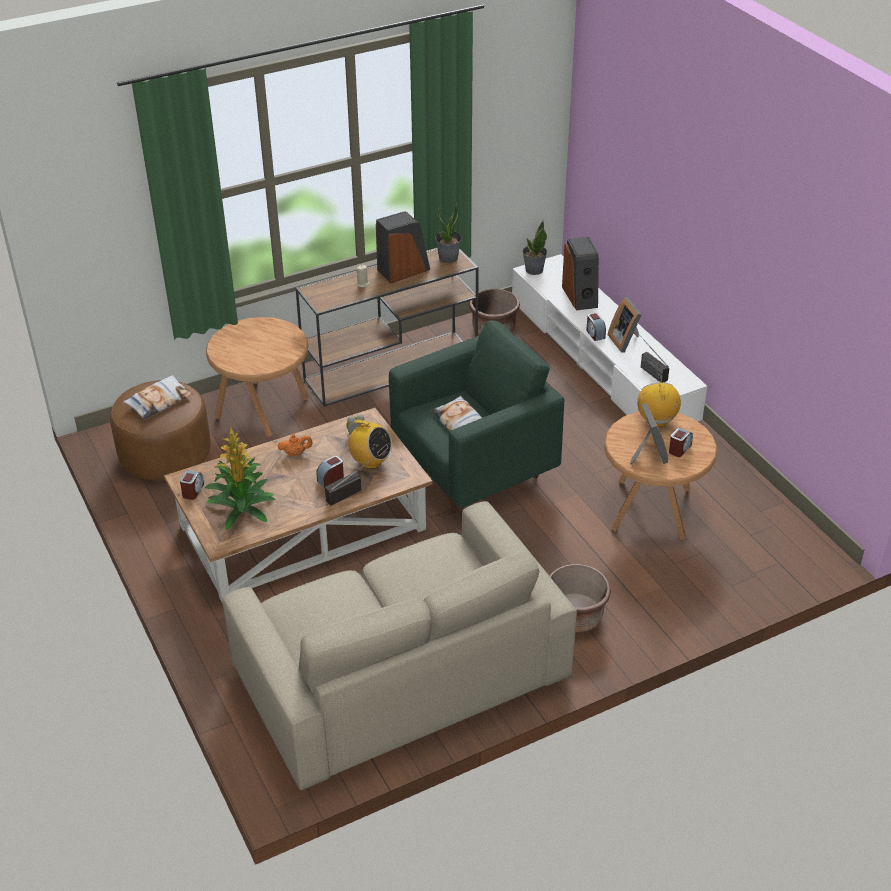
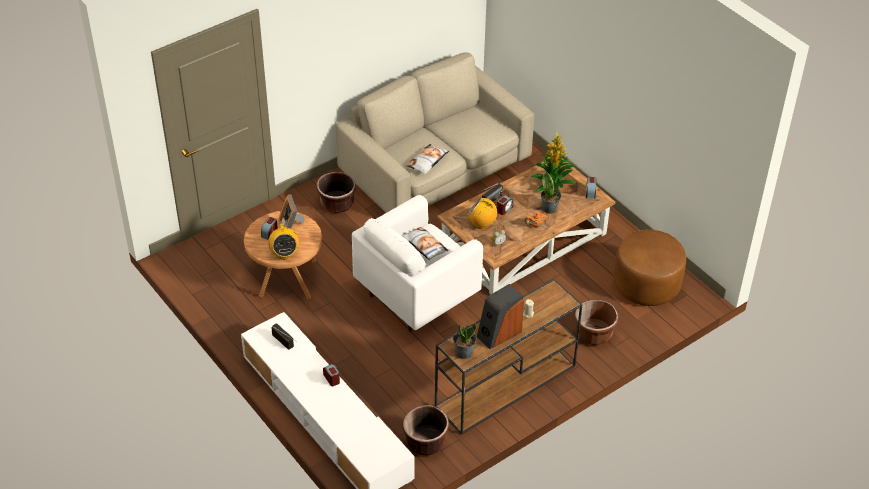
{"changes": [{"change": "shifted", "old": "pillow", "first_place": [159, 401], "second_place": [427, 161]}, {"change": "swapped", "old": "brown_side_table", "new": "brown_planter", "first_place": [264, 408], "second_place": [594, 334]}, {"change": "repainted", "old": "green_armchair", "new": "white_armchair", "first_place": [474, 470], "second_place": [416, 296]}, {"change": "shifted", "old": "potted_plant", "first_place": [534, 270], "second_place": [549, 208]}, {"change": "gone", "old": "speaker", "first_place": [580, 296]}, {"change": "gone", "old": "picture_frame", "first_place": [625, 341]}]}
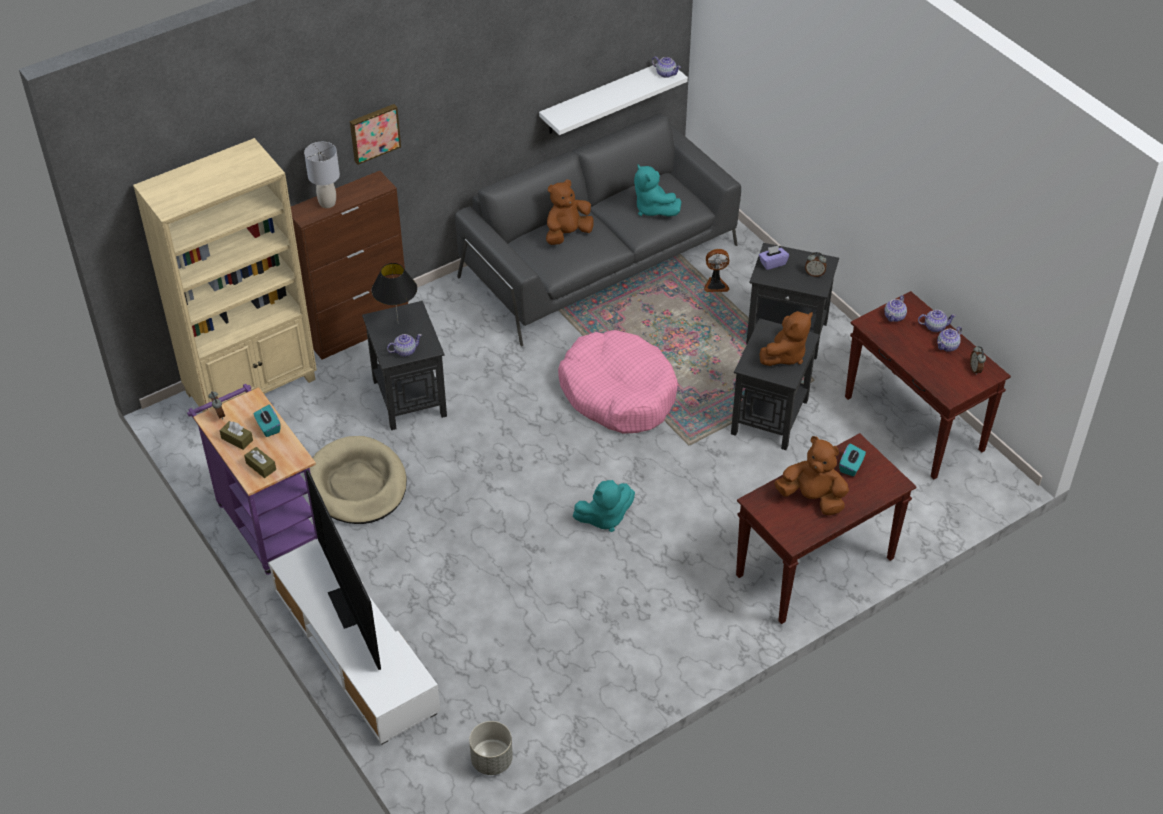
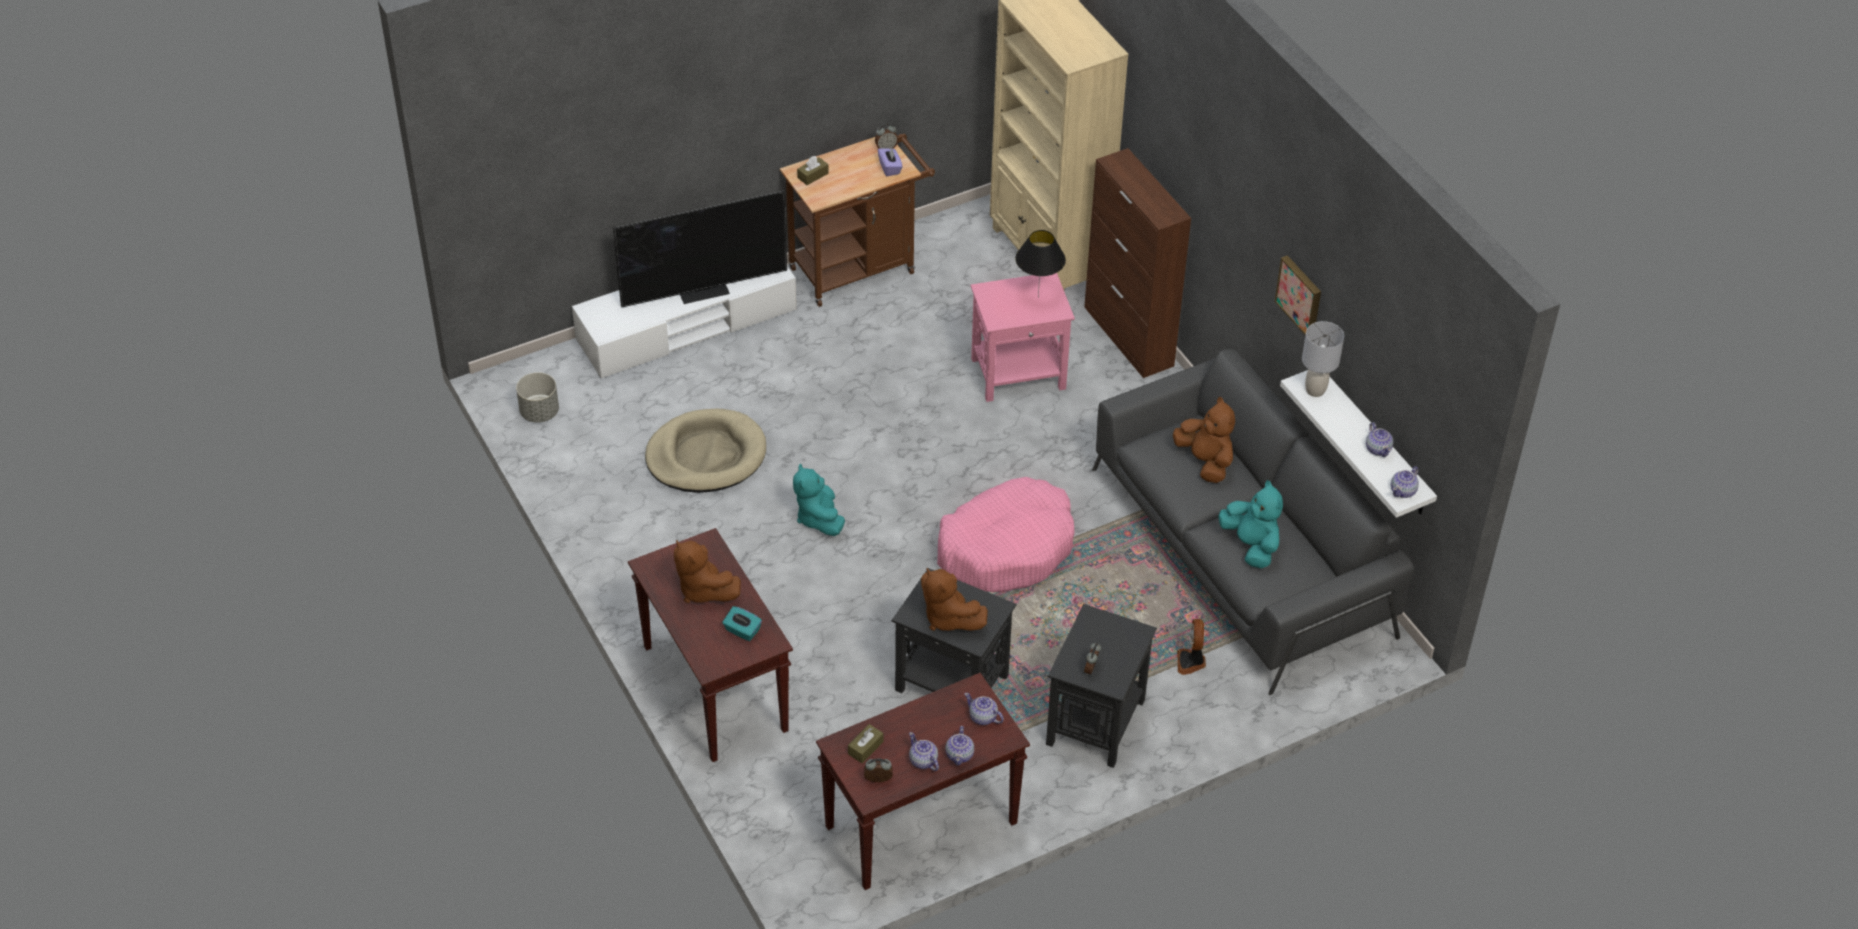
{"changes": [{"change": "repainted", "old": "purple_cart", "new": "brown_cart", "first_place": [266, 521], "second_place": [859, 267]}, {"change": "shifted", "old": "brown_tissue_box", "first_place": [237, 439], "second_place": [865, 748]}, {"change": "gone", "old": "turquoise_tissue_box", "first_place": [268, 427]}, {"change": "shifted", "old": "grey_table_lamp", "first_place": [328, 203], "second_place": [1315, 390]}, {"change": "shifted", "old": "beige_dog_bed", "first_place": [357, 484], "second_place": [706, 455]}, {"change": "shifted", "old": "picture", "first_place": [374, 132], "second_place": [1300, 295]}, {"change": "repainted", "old": "black_side_table", "new": "pink_side_table", "first_place": [409, 397], "second_place": [1019, 373]}, {"change": "shifted", "old": "teapot", "first_place": [405, 351], "second_place": [1378, 449]}, {"change": "rotated", "old": "turquoise_plush_toy", "first_place": [652, 209], "second_place": [1251, 545], "degrees": 90}, {"change": "shifted", "old": "purple_tissue_box", "first_place": [772, 263], "second_place": [890, 168]}, {"change": "rotated", "old": "brown_plush_toy", "first_place": [812, 498], "second_place": [703, 590], "degrees": 105}]}
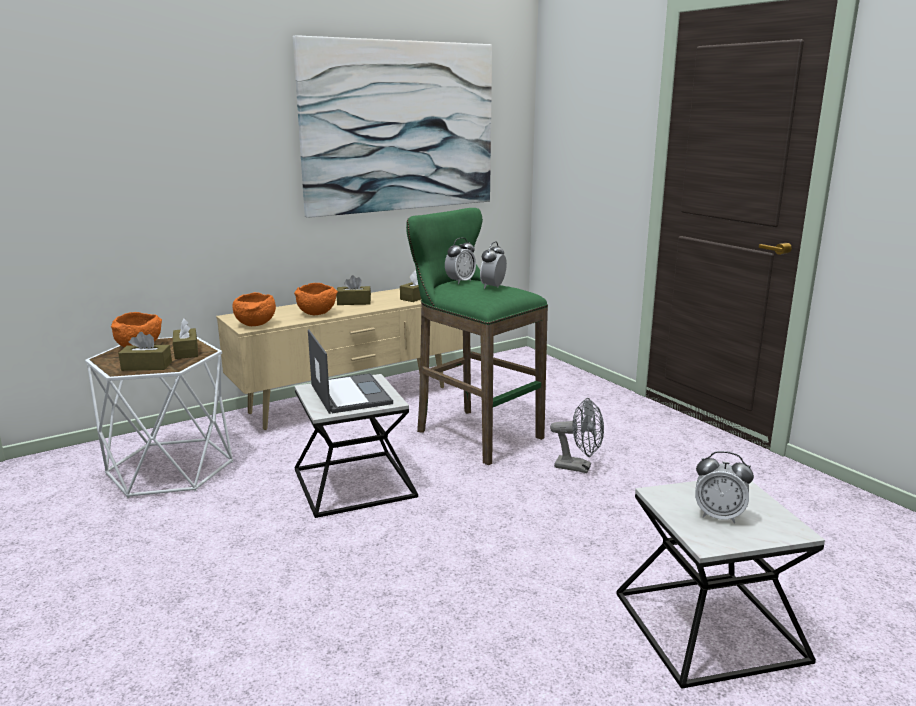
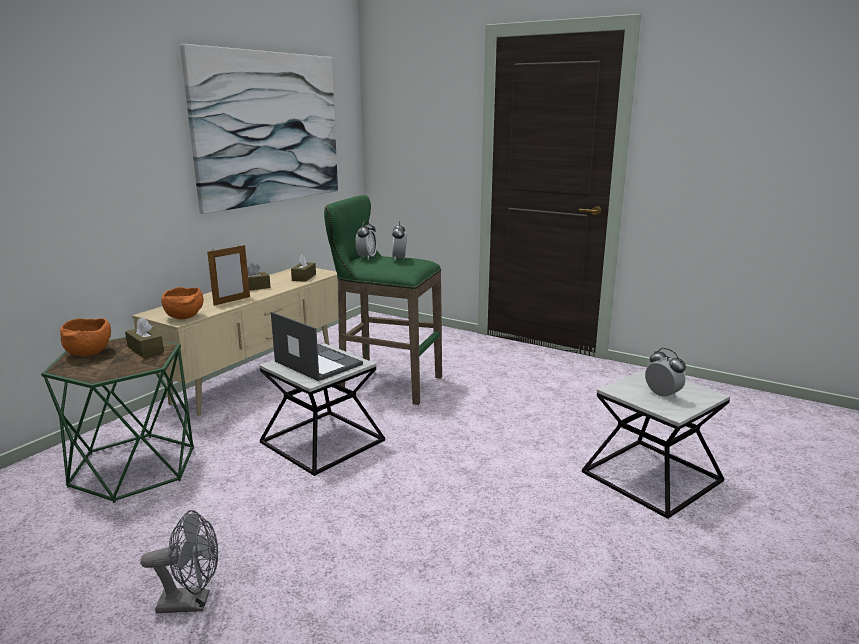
{"changes": [{"change": "repainted", "old": "white_side_table", "new": "green_side_table", "first_place": [171, 467], "second_place": [134, 466]}, {"change": "gone", "old": "brown_tissue_box", "first_place": [147, 366]}, {"change": "swapped", "old": "orange_bowl", "new": "picture_frame", "first_place": [317, 313], "second_place": [232, 301]}, {"change": "shifted", "old": "grey_fan", "first_place": [579, 467], "second_place": [192, 602]}, {"change": "rotated", "old": "alarm_clock", "first_place": [718, 516], "second_place": [662, 395], "degrees": -120}]}
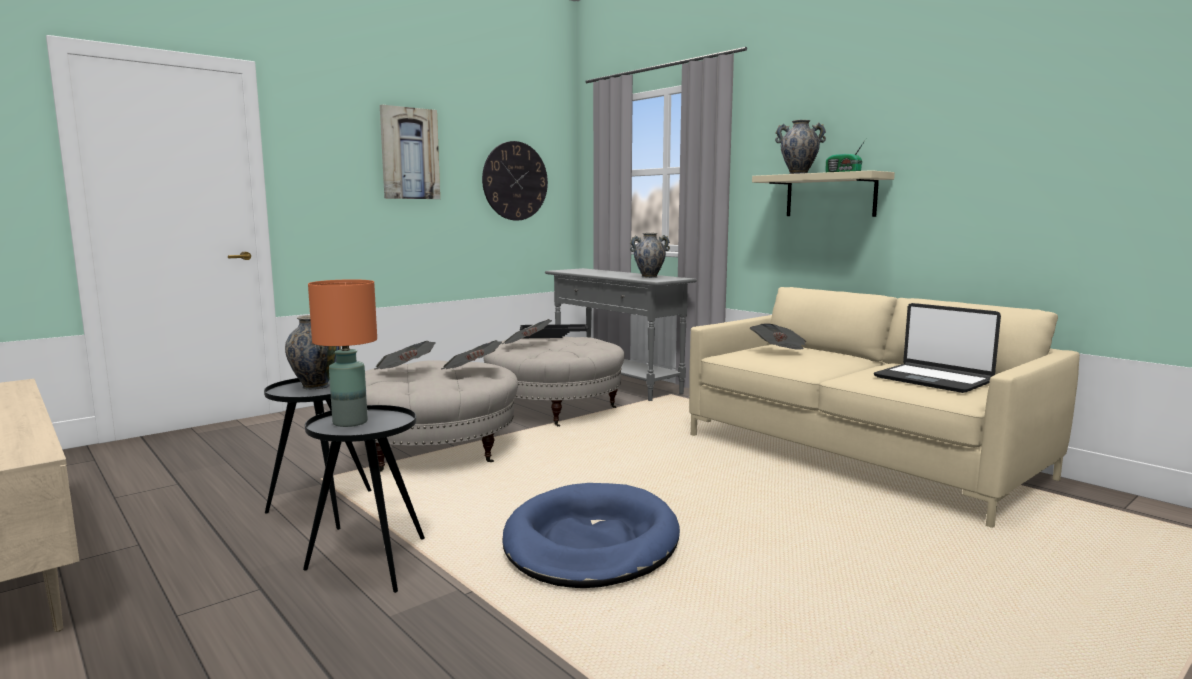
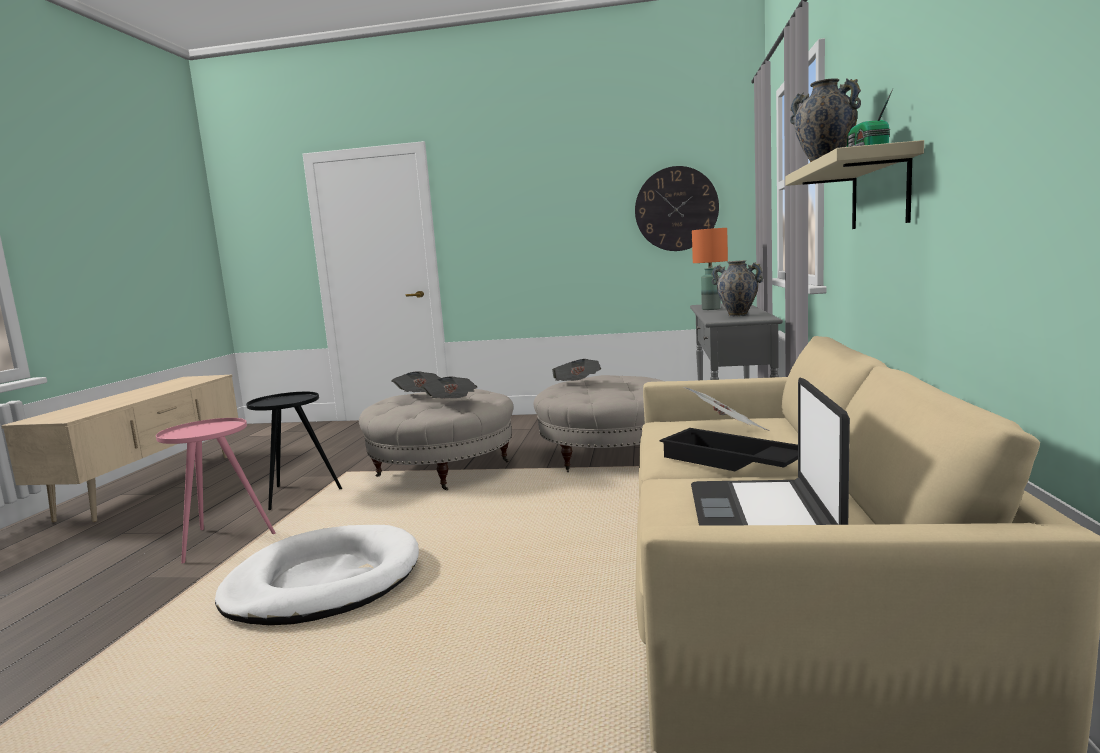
{"changes": [{"change": "gone", "old": "vase", "first_place": [315, 386]}, {"change": "repainted", "old": "black_side_table", "new": "pink_side_table", "first_place": [370, 565], "second_place": [221, 540]}, {"change": "shifted", "old": "orange_table_lamp", "first_place": [351, 422], "second_place": [711, 309]}, {"change": "gone", "old": "picture", "first_place": [409, 153]}, {"change": "repainted", "old": "blue_dog_bed", "new": "white_dog_bed", "first_place": [591, 542], "second_place": [323, 582]}, {"change": "shifted", "old": "black_tray", "first_place": [553, 336], "second_place": [730, 461]}]}
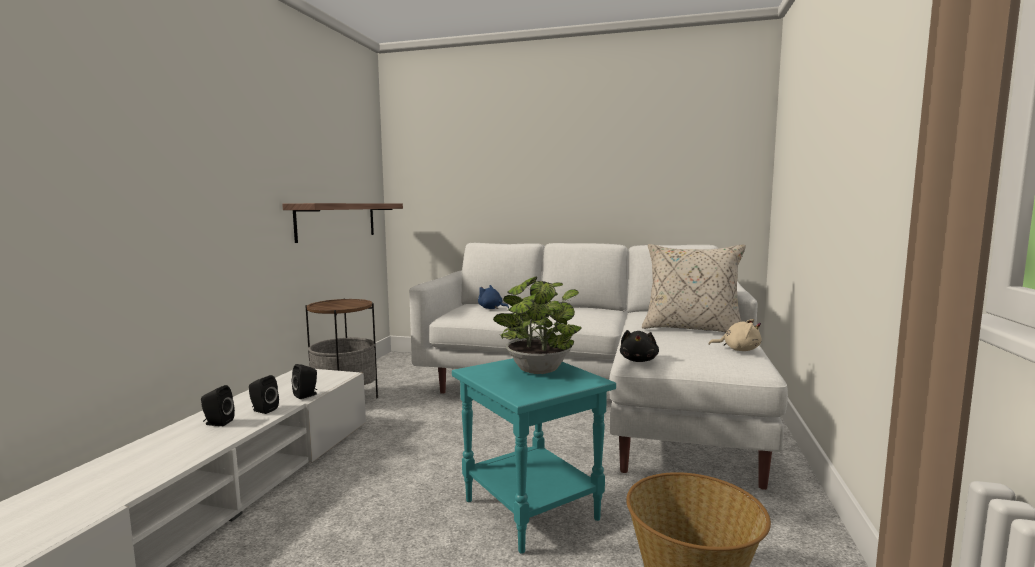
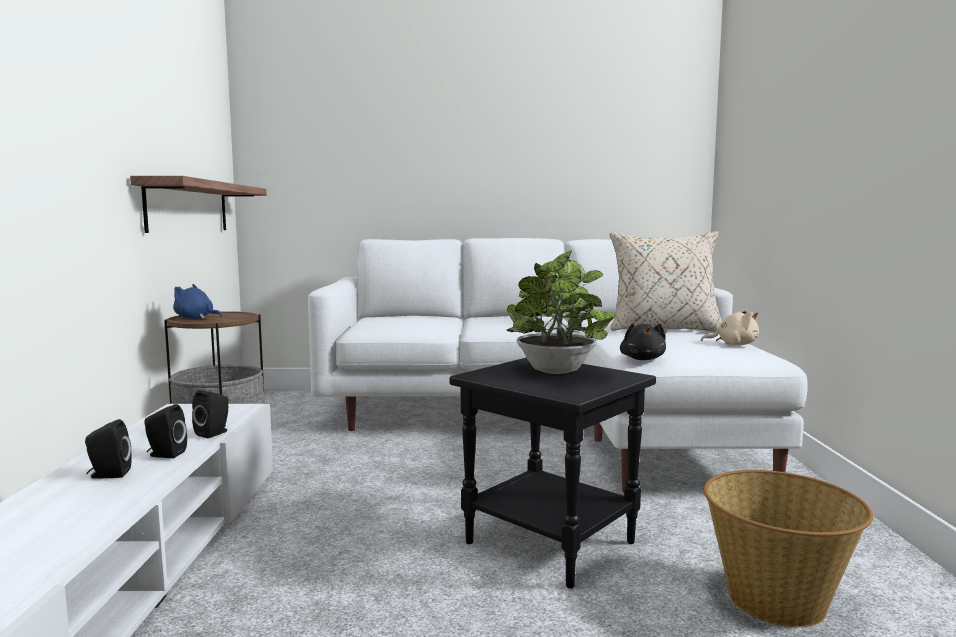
{"changes": [{"change": "repainted", "old": "turquoise_side_table", "new": "black_side_table", "first_place": [533, 510], "second_place": [553, 542]}, {"change": "shifted", "old": "blue_plush_toy", "first_place": [491, 308], "second_place": [195, 318]}]}
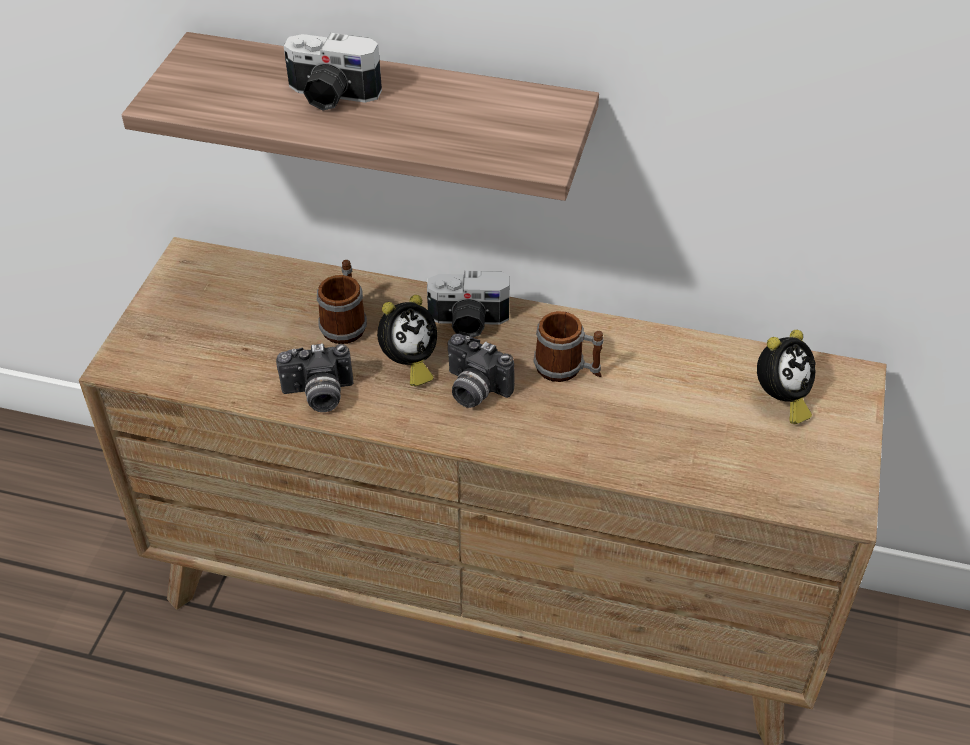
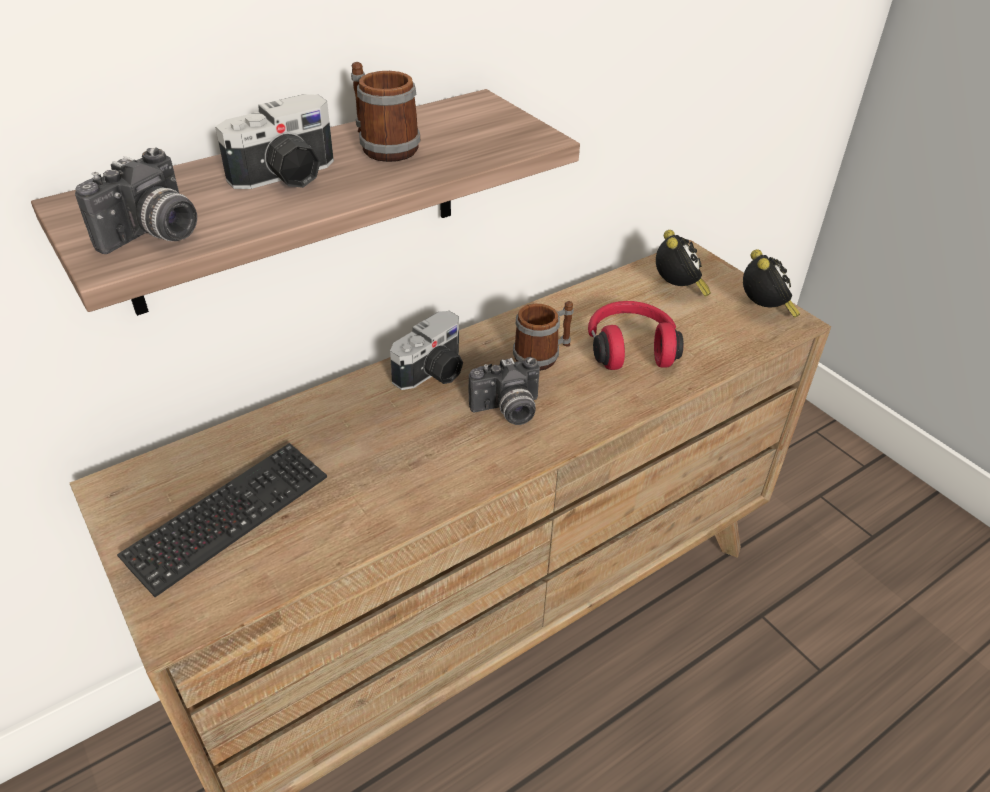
{"changes": [{"change": "shifted", "old": "photo_camera", "first_place": [318, 396], "second_place": [155, 236]}, {"change": "shifted", "old": "mug", "first_place": [345, 323], "second_place": [383, 146]}, {"change": "shifted", "old": "alarm_clock", "first_place": [408, 364], "second_place": [764, 311]}, {"change": "new", "new": "keyboard", "second_place": [229, 518]}, {"change": "new", "new": "red_headphones", "second_place": [630, 348]}]}
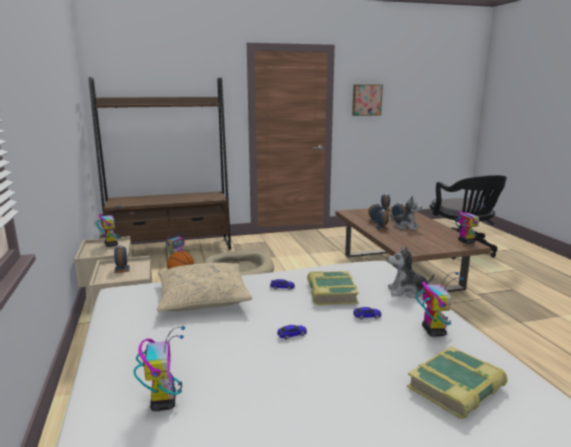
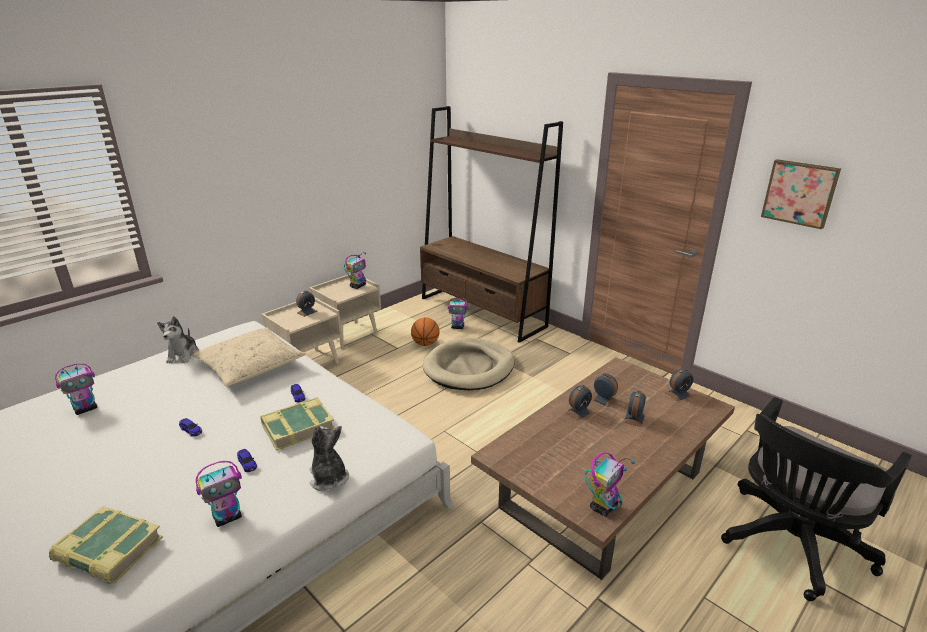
{"changes": [{"change": "shifted", "old": "plush_toy", "first_place": [405, 227], "second_place": [183, 355]}]}
